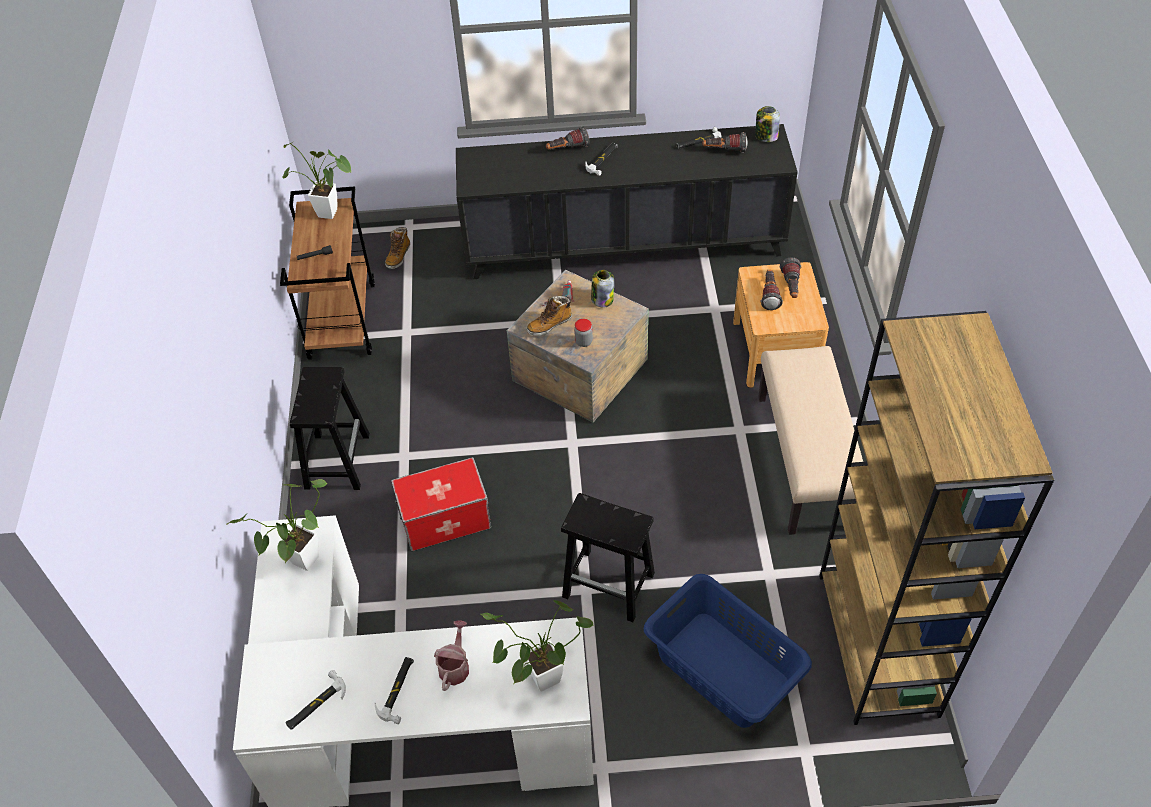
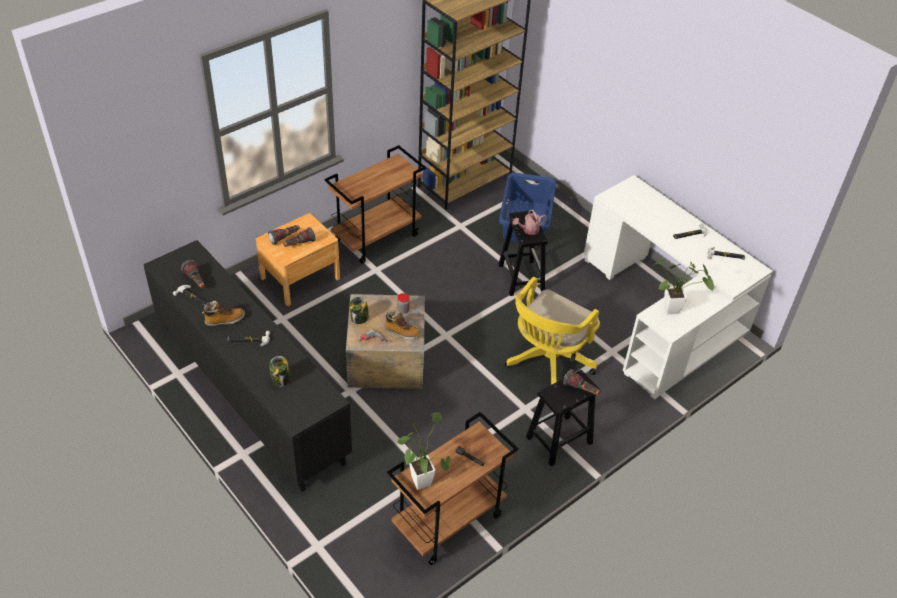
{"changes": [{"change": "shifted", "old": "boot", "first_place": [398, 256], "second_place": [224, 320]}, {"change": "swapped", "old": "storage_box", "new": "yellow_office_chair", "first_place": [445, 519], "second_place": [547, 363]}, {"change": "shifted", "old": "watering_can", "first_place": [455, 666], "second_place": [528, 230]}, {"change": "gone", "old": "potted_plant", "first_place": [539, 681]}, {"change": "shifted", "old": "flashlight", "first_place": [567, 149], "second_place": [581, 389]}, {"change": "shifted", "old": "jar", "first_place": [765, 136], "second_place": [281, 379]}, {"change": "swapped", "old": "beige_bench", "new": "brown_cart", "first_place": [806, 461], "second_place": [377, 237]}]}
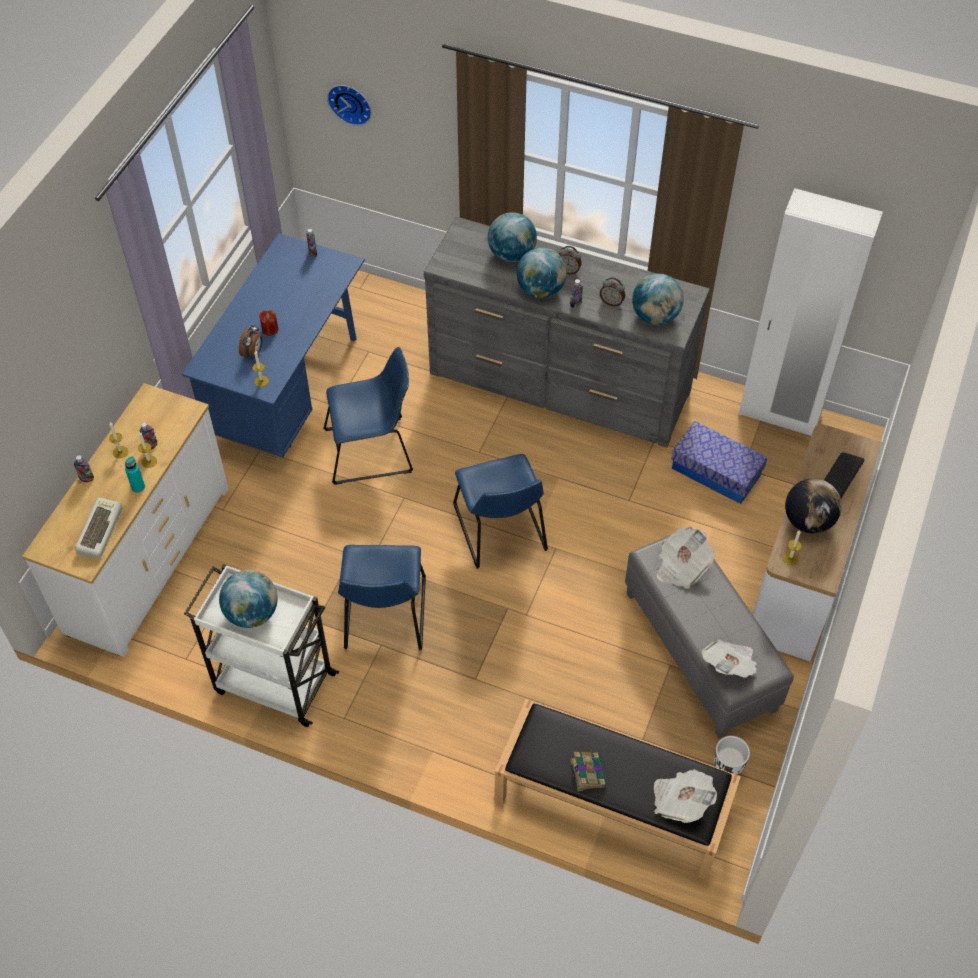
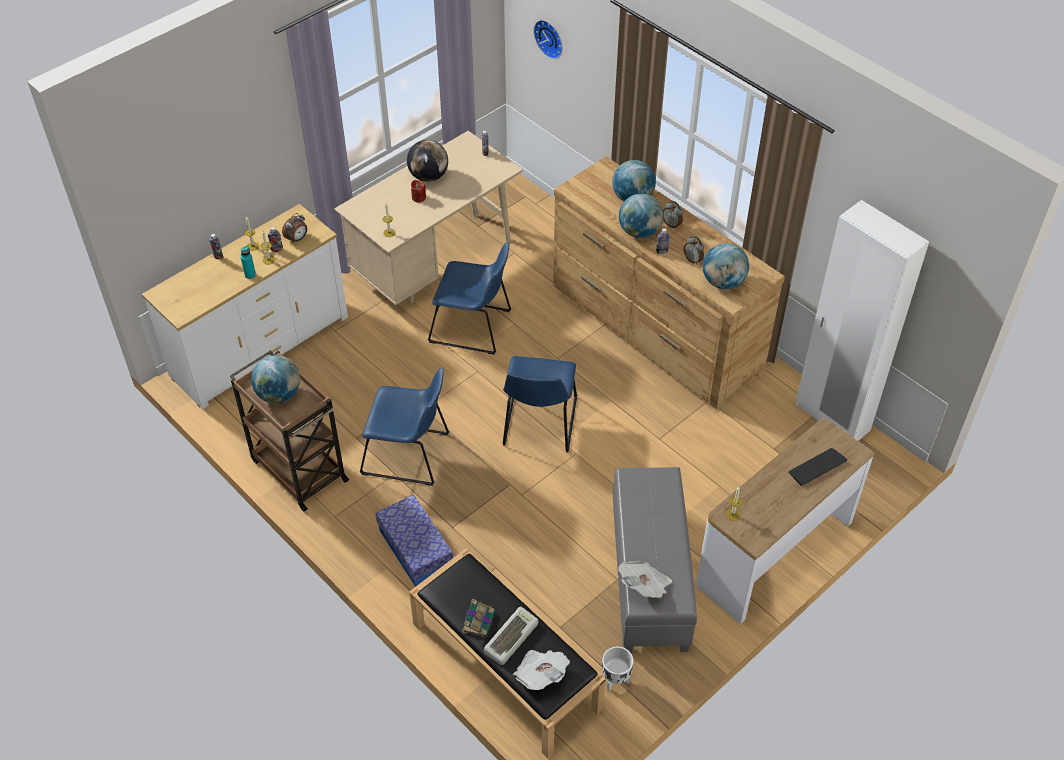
{"changes": [{"change": "shifted", "old": "keyboard", "first_place": [99, 530], "second_place": [510, 637]}, {"change": "repainted", "old": "blue_desk", "new": "beige_desk", "first_place": [289, 392], "second_place": [435, 262]}, {"change": "repainted", "old": "white_cart", "new": "brown_cart", "first_place": [273, 682], "second_place": [298, 469]}, {"change": "shifted", "old": "alarm_clock", "first_place": [253, 353], "second_place": [297, 239]}, {"change": "rotated", "old": "blue_chair", "first_place": [385, 617], "second_place": [409, 454], "degrees": -105}, {"change": "repainted", "old": "grey_dresser", "new": "brown_dresser", "first_place": [559, 383], "second_place": [655, 328]}, {"change": "gone", "old": "newspaper", "first_place": [681, 566]}, {"change": "shifted", "old": "storage_box", "first_place": [715, 472], "second_place": [415, 549]}, {"change": "shifted", "old": "globe", "first_place": [808, 521], "second_place": [428, 176]}]}
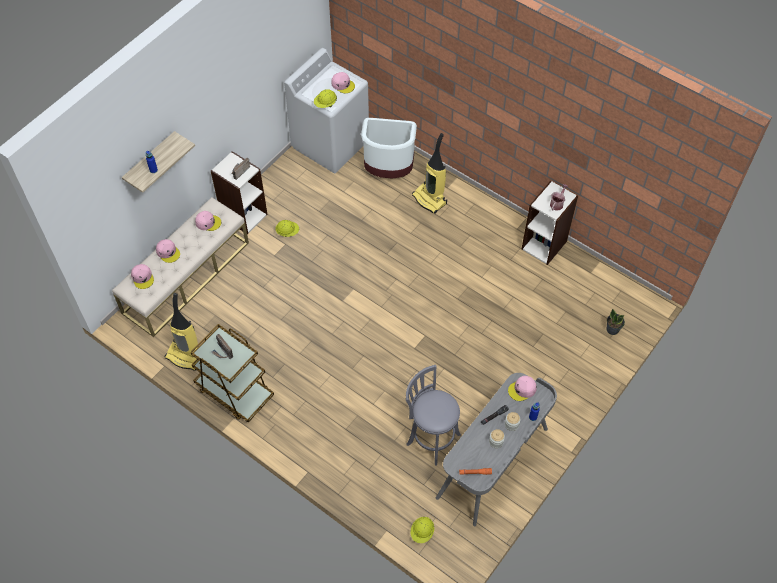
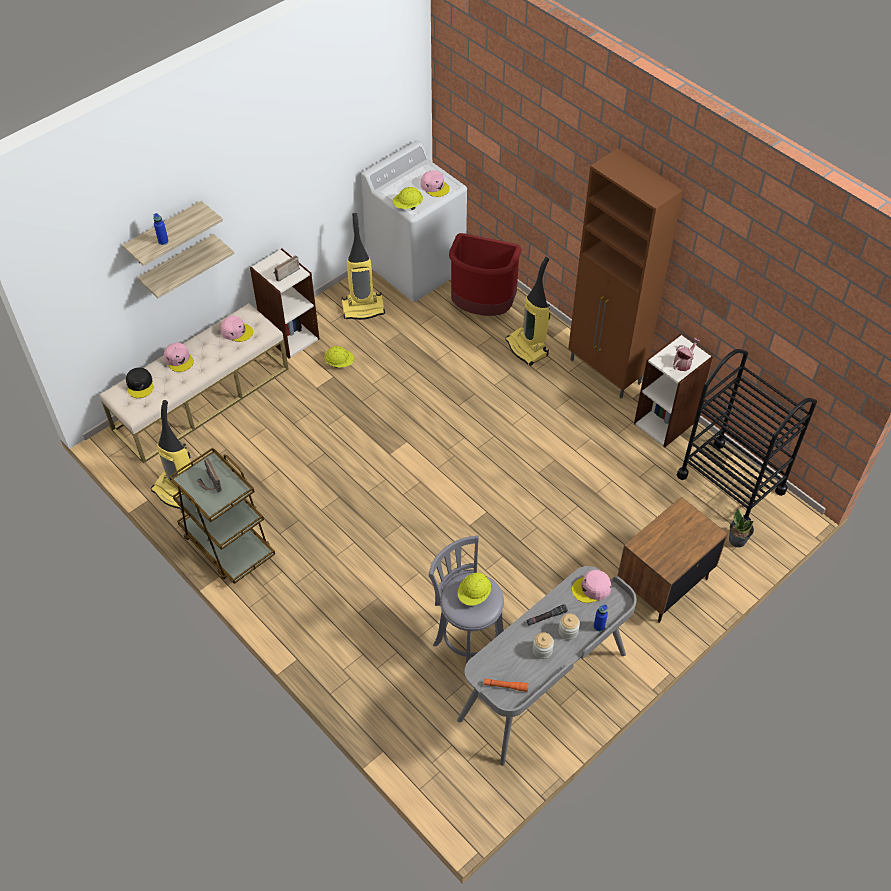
{"changes": [{"change": "repainted", "old": "pink_cap", "new": "black_cap", "first_place": [143, 277], "second_place": [140, 385]}, {"change": "repainted", "old": "white_trash_can", "new": "red_trash_can", "first_place": [389, 171], "second_place": [482, 308]}, {"change": "shifted", "old": "yellow_hard_hat", "first_place": [422, 532], "second_place": [474, 594]}, {"change": "new", "new": "shelf", "second_place": [178, 266]}, {"change": "new", "new": "vacuum_cleaner", "second_place": [363, 308]}, {"change": "new", "new": "brown_cabinet", "second_place": [605, 372]}, {"change": "new", "new": "brown_nightstand", "second_place": [662, 584]}, {"change": "new", "new": "black_cart", "second_place": [731, 483]}]}
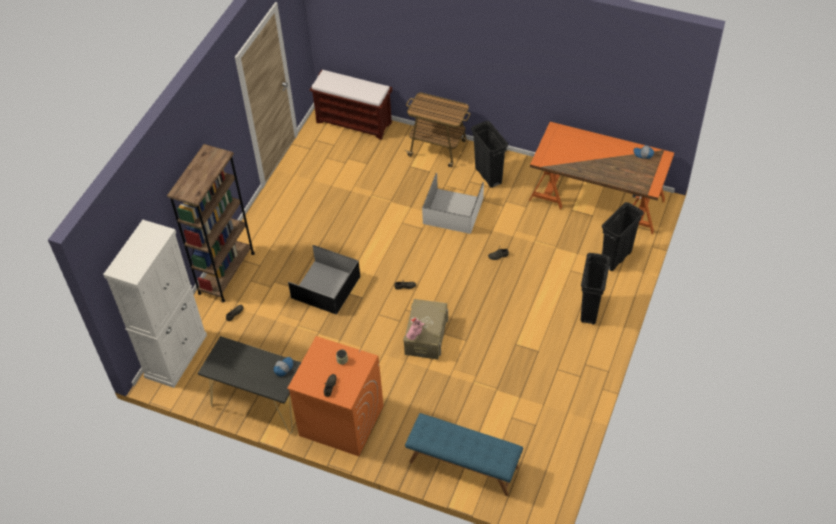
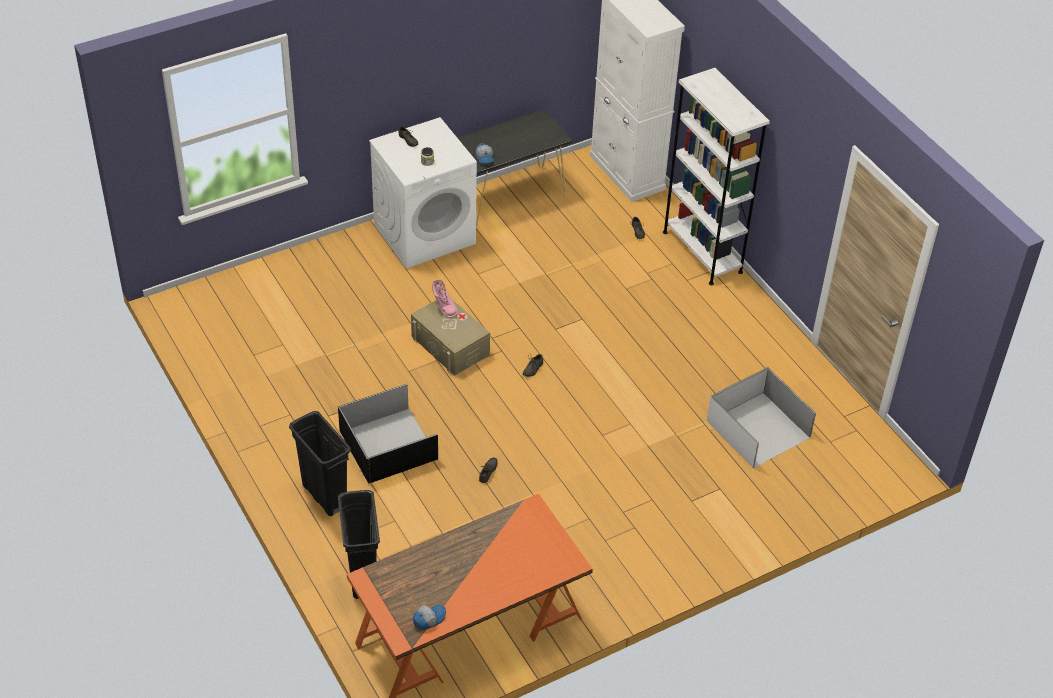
{"changes": [{"change": "repainted", "old": "brown_bookcase", "new": "white_bookcase", "first_place": [226, 273], "second_place": [702, 252]}, {"change": "repainted", "old": "orange_washing_machine", "new": "white_washing_machine", "first_place": [340, 420], "second_place": [425, 233]}, {"change": "shifted", "old": "black_storage_box", "first_place": [326, 286], "second_place": [389, 446]}, {"change": "gone", "old": "brown_bench", "first_place": [354, 122]}, {"change": "gone", "old": "cart", "first_place": [438, 149]}, {"change": "gone", "old": "blue_bench", "first_place": [463, 465]}, {"change": "shifted", "old": "white_storage_box", "first_place": [454, 211], "second_place": [757, 429]}, {"change": "gone", "old": "black_trash_can", "first_place": [488, 176]}]}
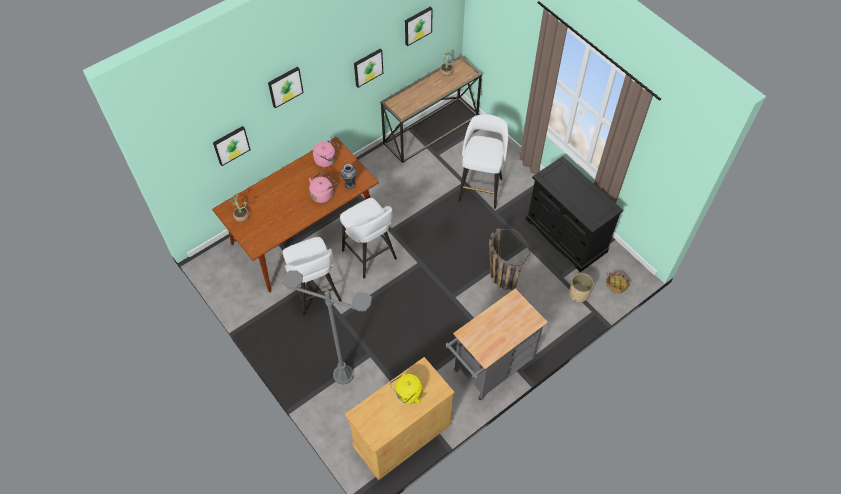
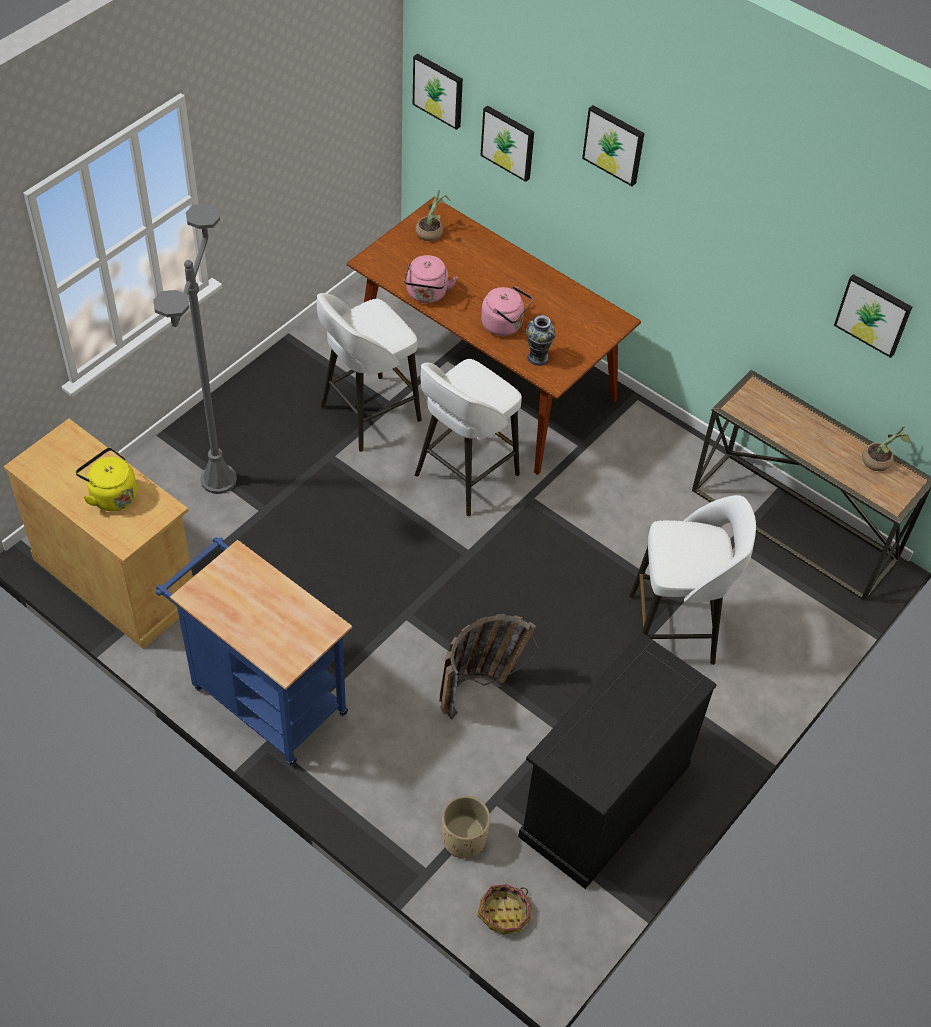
{"changes": [{"change": "shifted", "old": "pink_kettle", "first_place": [327, 160], "second_place": [427, 294]}, {"change": "shifted", "old": "picture", "first_place": [367, 67], "second_place": [439, 90]}, {"change": "repainted", "old": "grey_cart", "new": "blue_cart", "first_place": [489, 369], "second_place": [262, 696]}]}
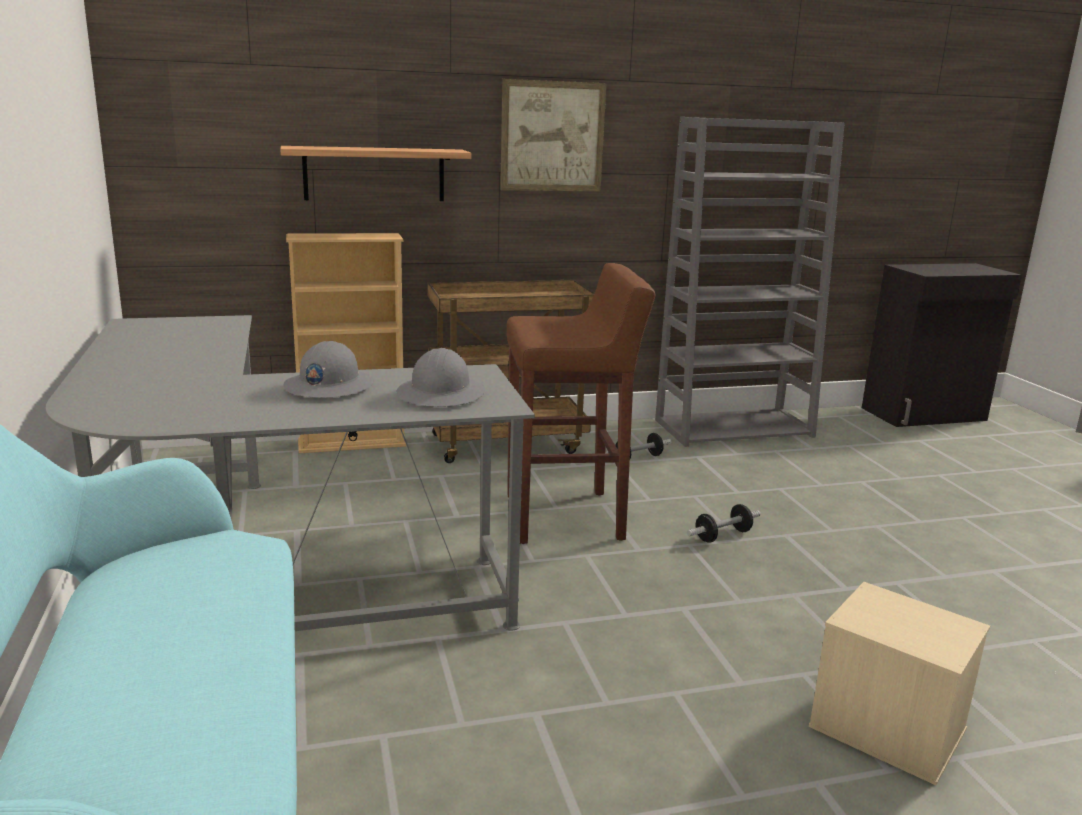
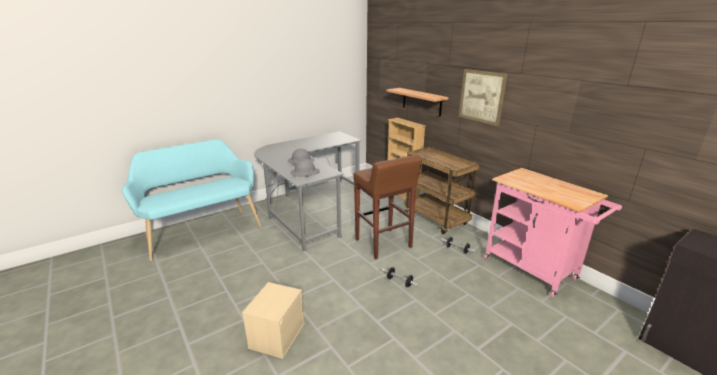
{"changes": [{"change": "swapped", "old": "grey_bookcase", "new": "pink_cart", "first_place": [734, 428], "second_place": [534, 271]}]}
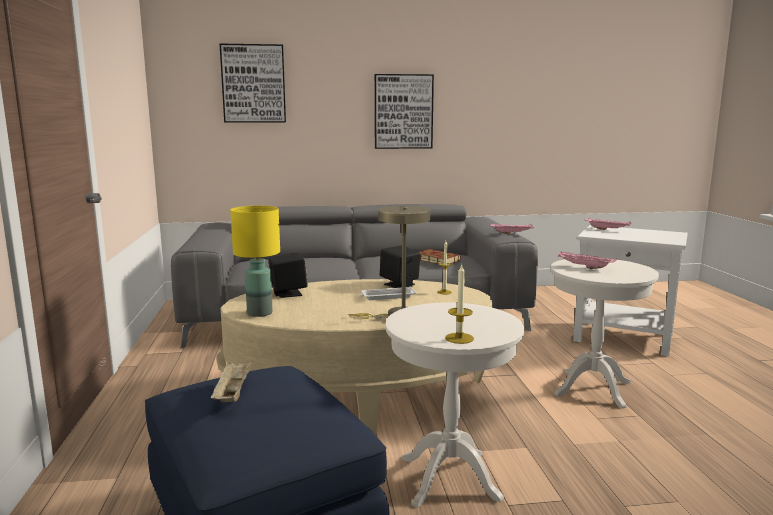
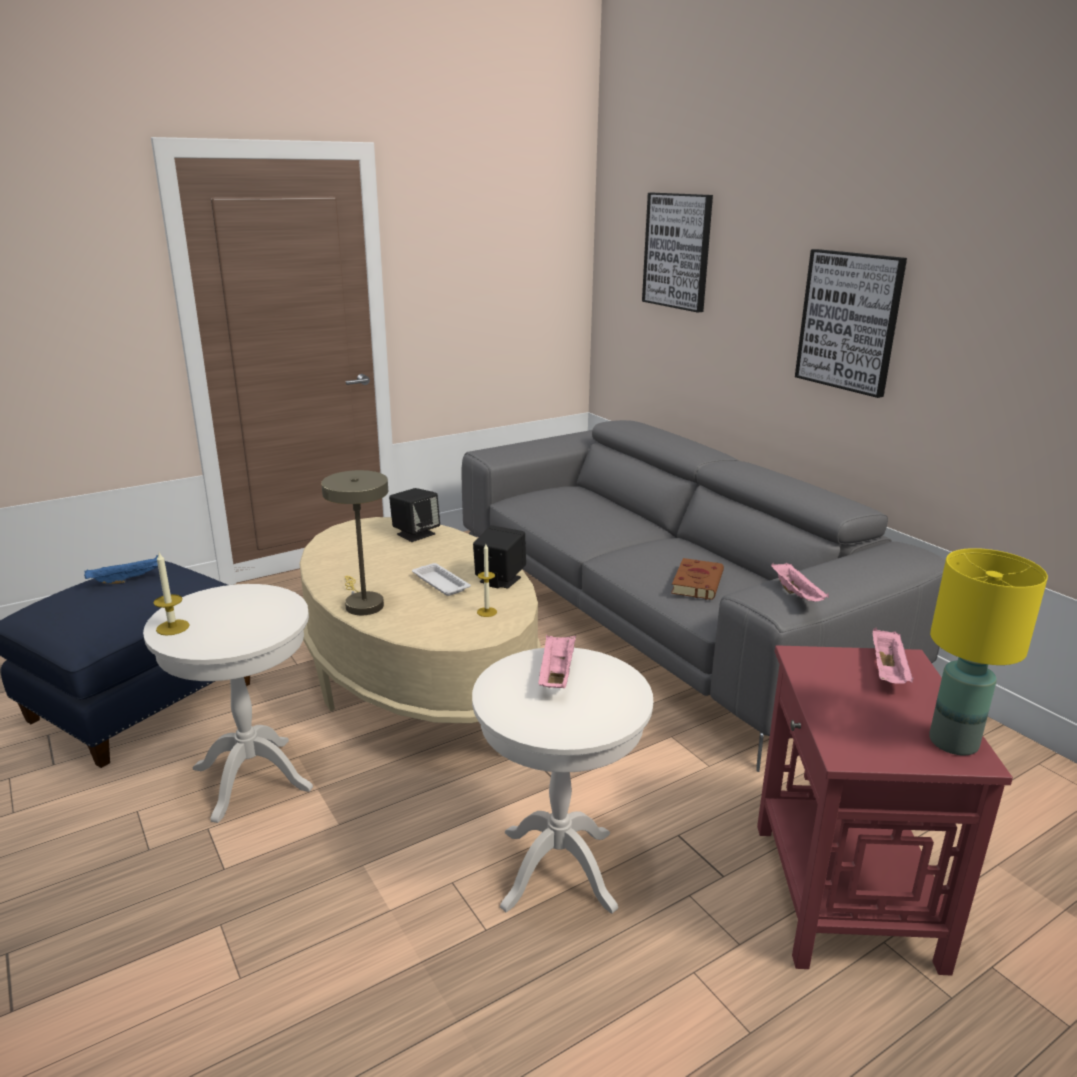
{"changes": [{"change": "repainted", "old": "beige_tray", "new": "blue_tray", "first_place": [233, 393], "second_place": [128, 579]}, {"change": "shifted", "old": "yellow_table_lamp", "first_place": [259, 313], "second_place": [953, 741]}, {"change": "repainted", "old": "white_side_table", "new": "red_side_table", "first_place": [623, 338], "second_place": [842, 893]}]}
